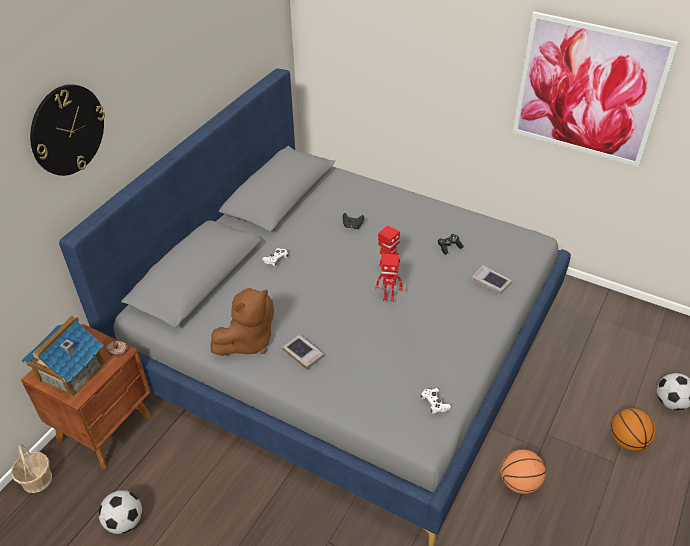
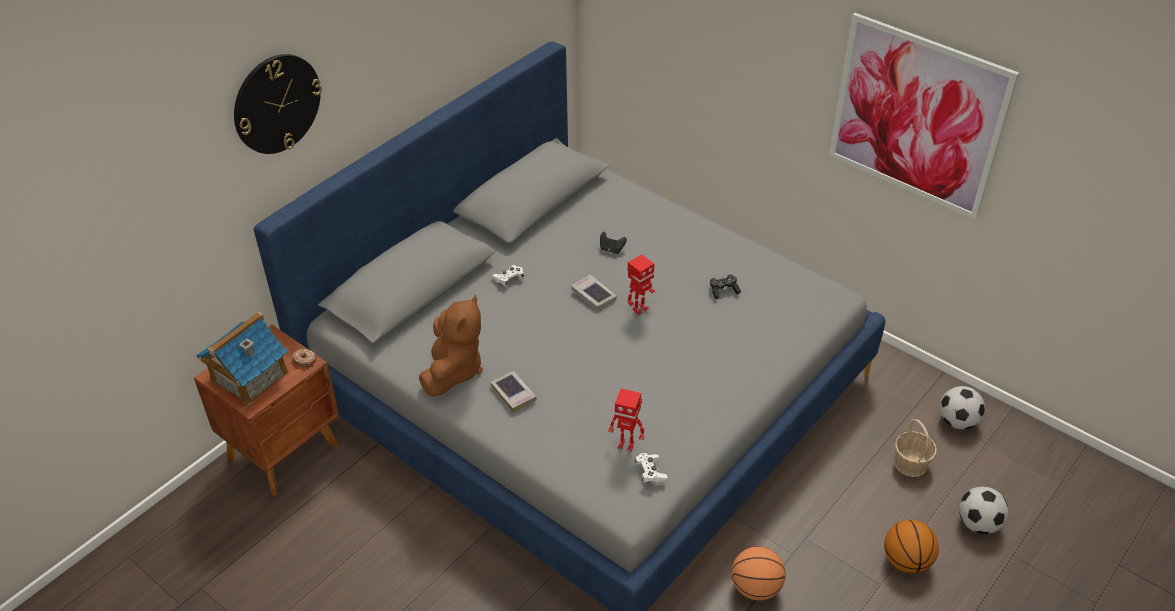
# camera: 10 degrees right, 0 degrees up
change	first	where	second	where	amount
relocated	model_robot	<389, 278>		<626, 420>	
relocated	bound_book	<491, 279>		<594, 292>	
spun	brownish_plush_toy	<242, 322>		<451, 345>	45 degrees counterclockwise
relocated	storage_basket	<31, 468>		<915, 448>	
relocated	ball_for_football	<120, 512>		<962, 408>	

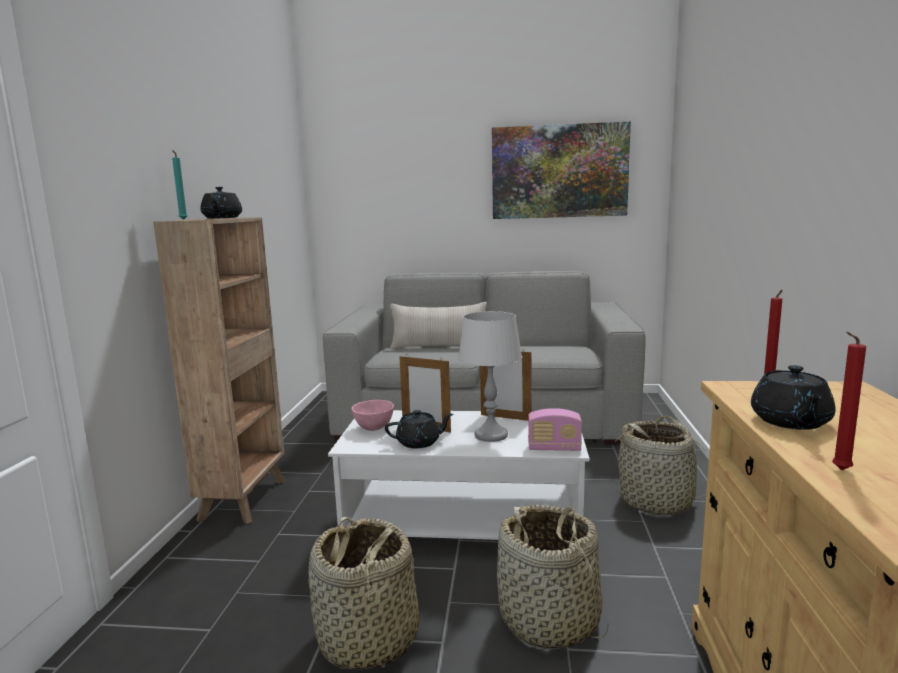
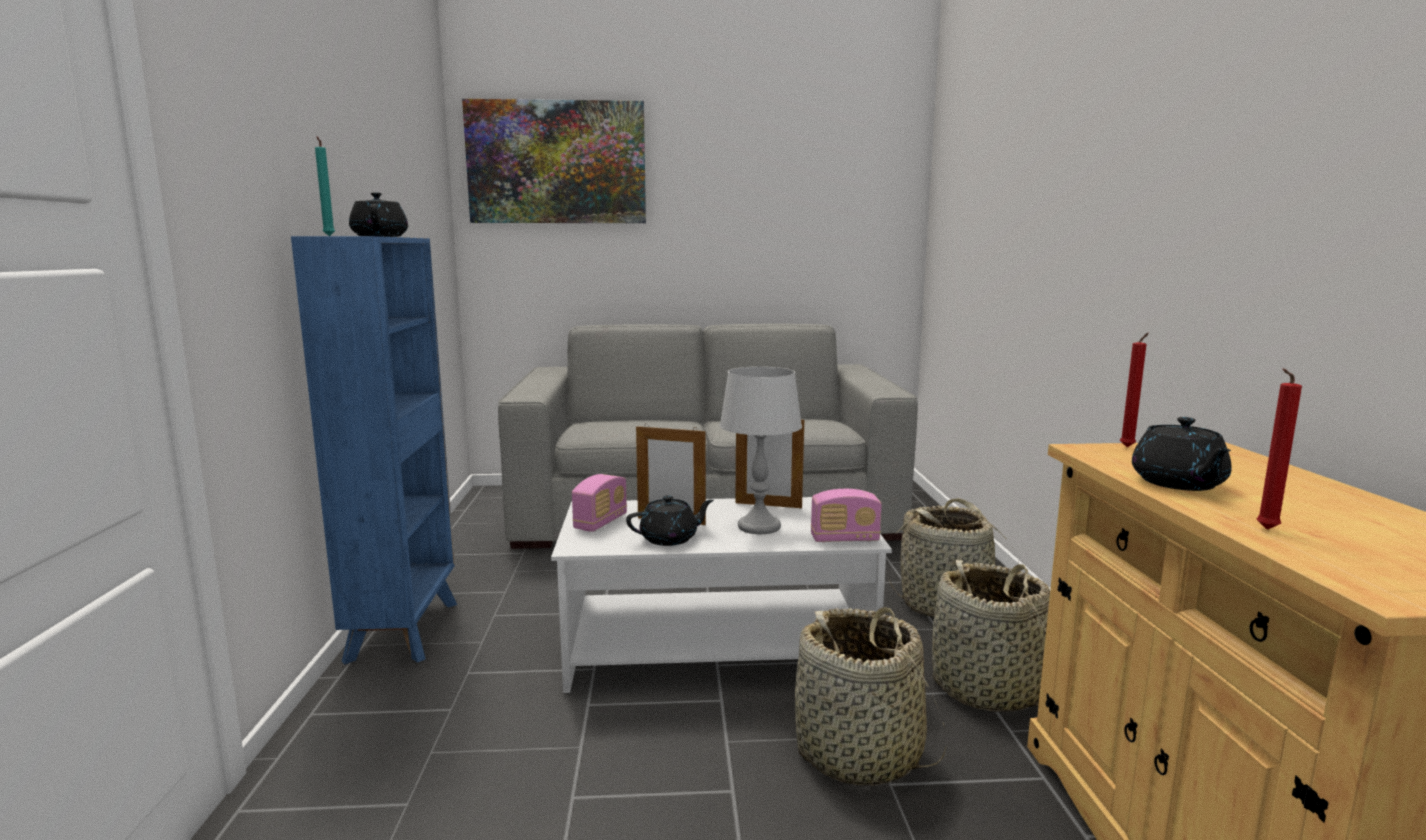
# camera: 10 degrees left, 0 degrees up
change	first	where	second	where	amount
relocated	wall_art	<561, 170>		<554, 161>	
colour	brownish_bookshelf	<219, 370>	bluish_bookshelf	<374, 450>	
missing	beige_throw_pillow	<438, 325>			
exchanged	pink_serving_bowl	<372, 415>	radio_receiver	<599, 503>	
relocated	storage_basket	<364, 593>		<991, 636>	

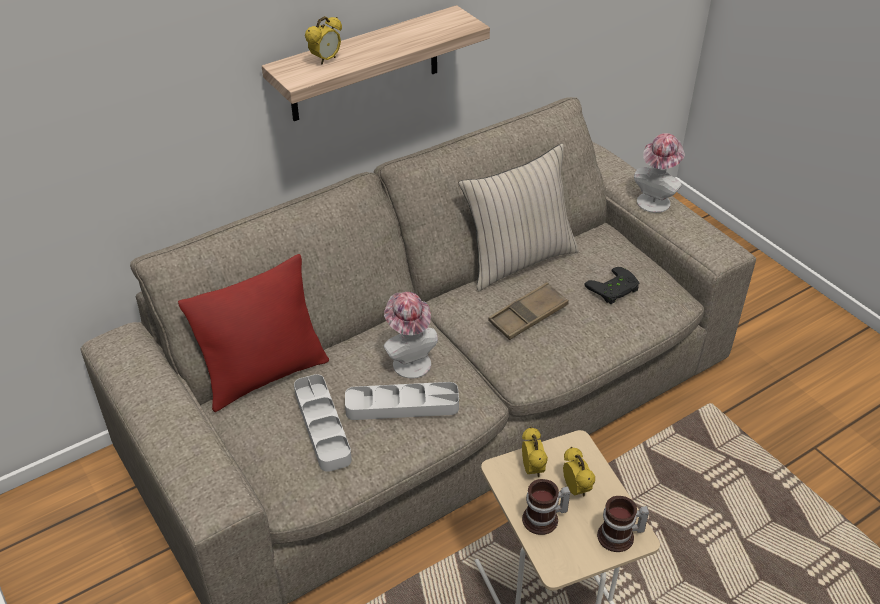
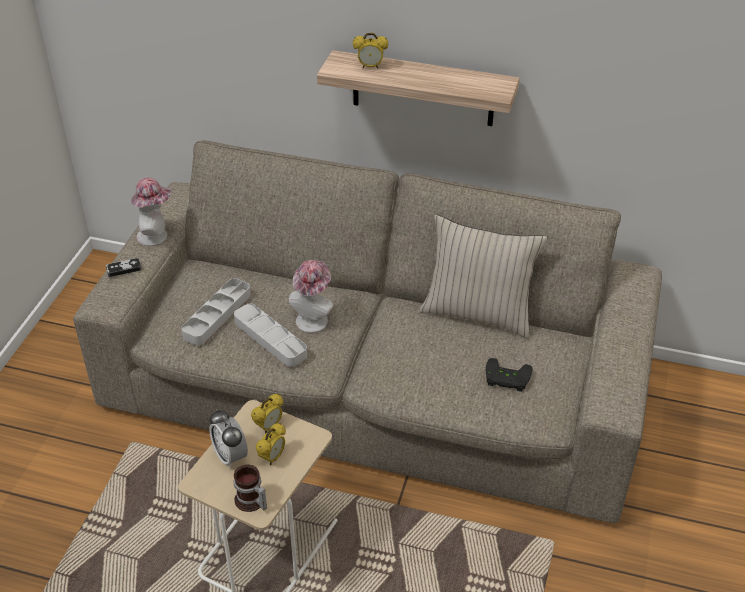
# camera: 50 degrees right, 0 degrees up
change	first	where	second	where	amount
relocated	clothing_hat	<659, 173>		<151, 211>	
missing	red-coloured_throw_pillow	<253, 333>			
missing	brownish_tray	<528, 311>			
exchanged	tea_mug	<546, 507>	bedside_clock	<228, 438>	
appeared			game_controller	<124, 267>	

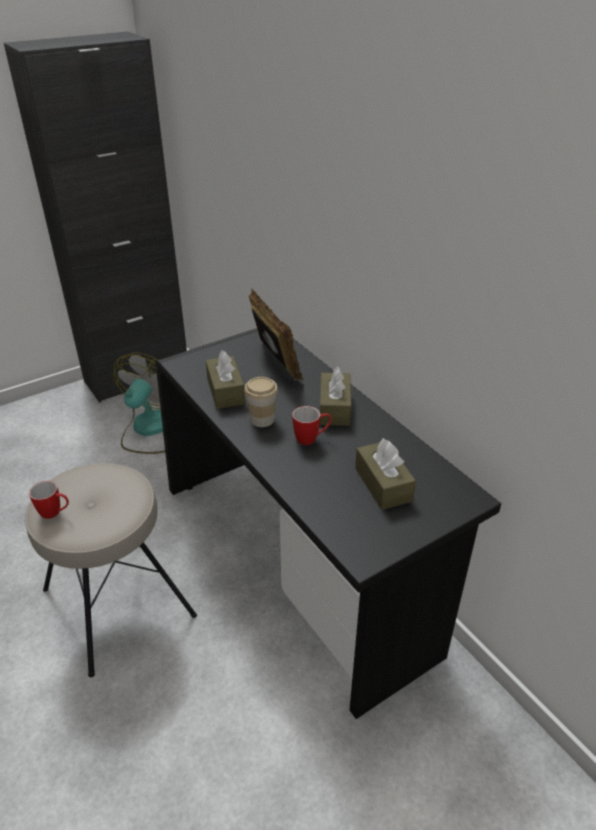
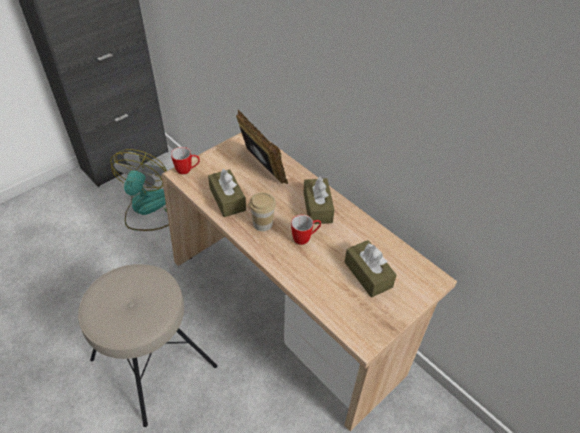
# camera: 10 degrees left, 10 degrees up
change	first	where	second	where	amount
colour	black_desk_table	<328, 523>	beige_desk_table	<309, 282>	
relocated	tea_mug	<49, 500>		<185, 161>	

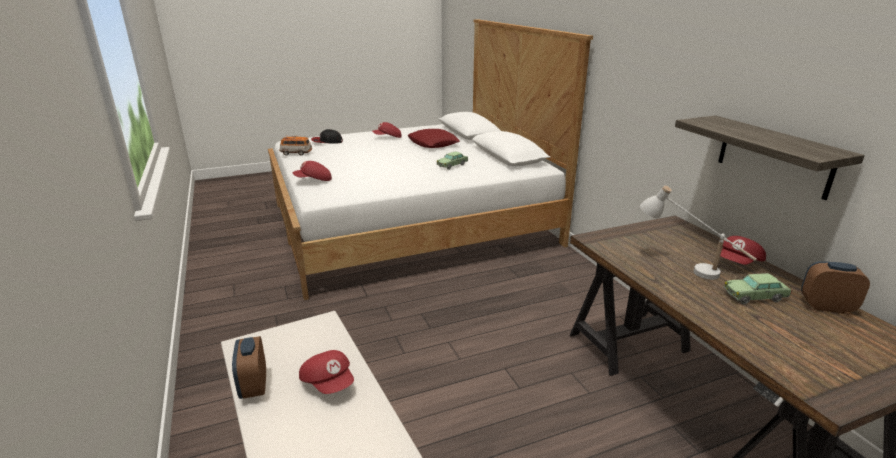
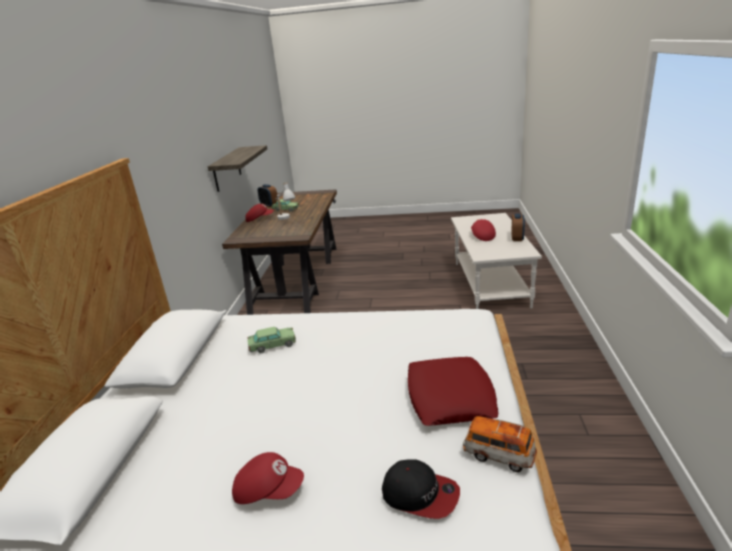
# camera: 150 degrees left, 0 degrees up
change	first	where	second	where	amount
relocated	red-coloured_throw_pillow	<434, 138>		<453, 391>	
missing	red-coloured_cap	<312, 171>			

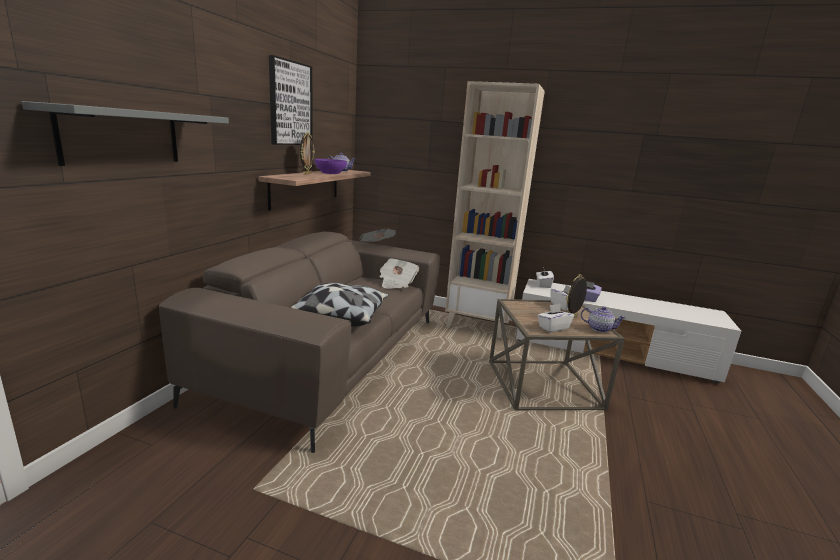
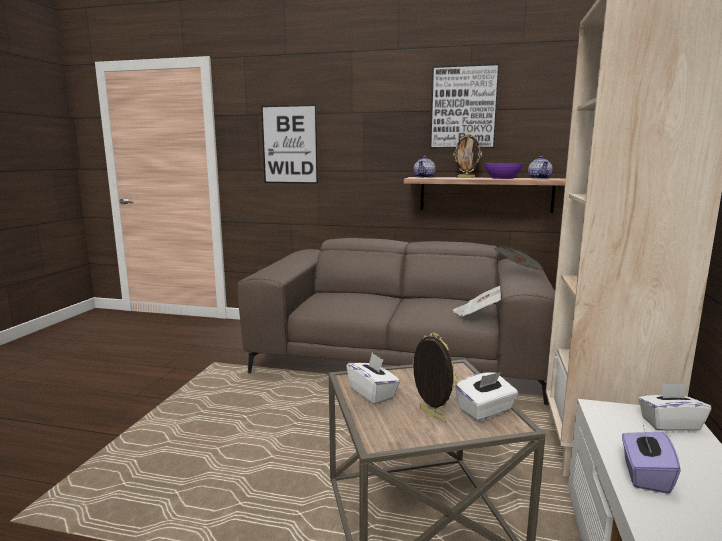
# camera: 85 degrees right, 5 degrees down
change	first	where	second	where	amount
exchanged	greyish_wall_shelf	<125, 133>	wall_art	<289, 144>	
missing	throw_pillow	<339, 304>			
relocated	pot_for_tea	<603, 319>		<425, 167>	

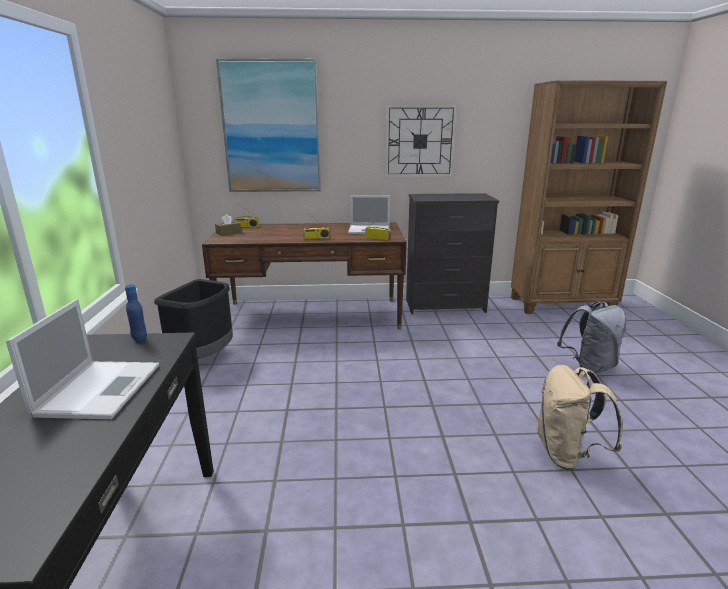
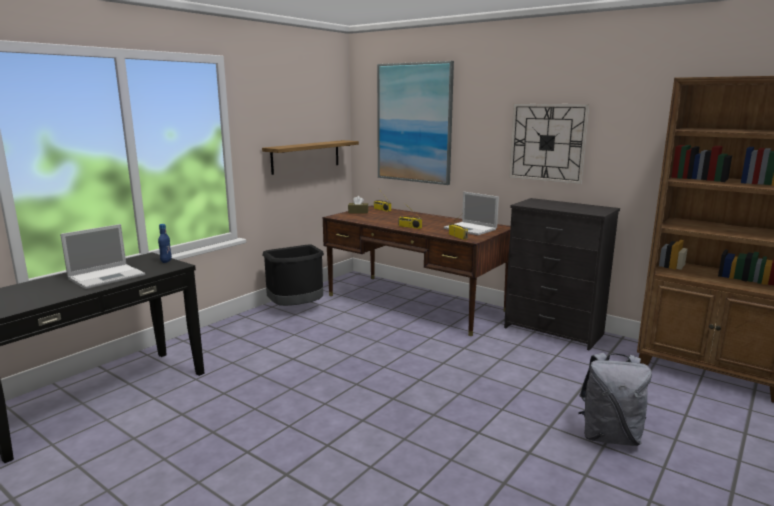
# camera: 40 degrees right, 5 degrees down
change	first	where	second	where	amount
missing	beige_backpack	<579, 417>			
appeared			wall_shelf	<310, 157>	

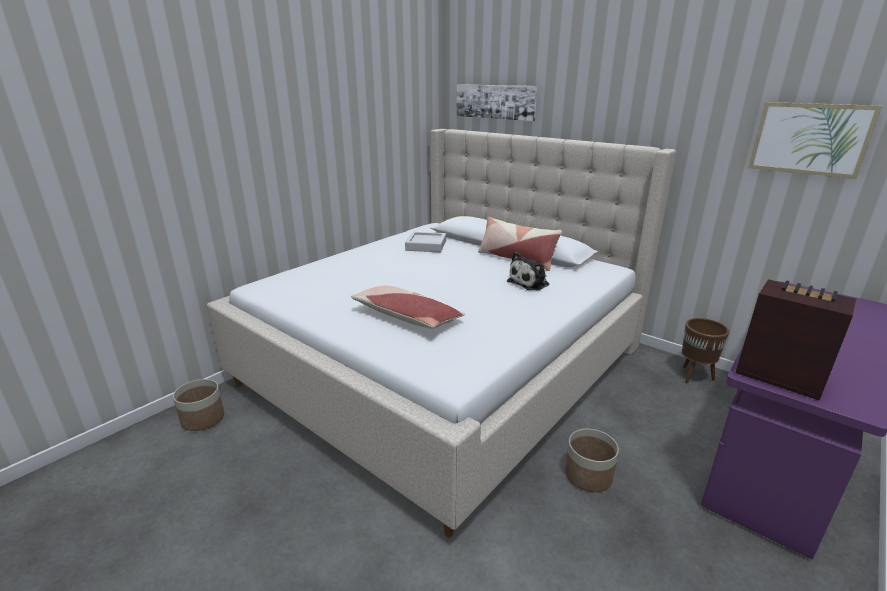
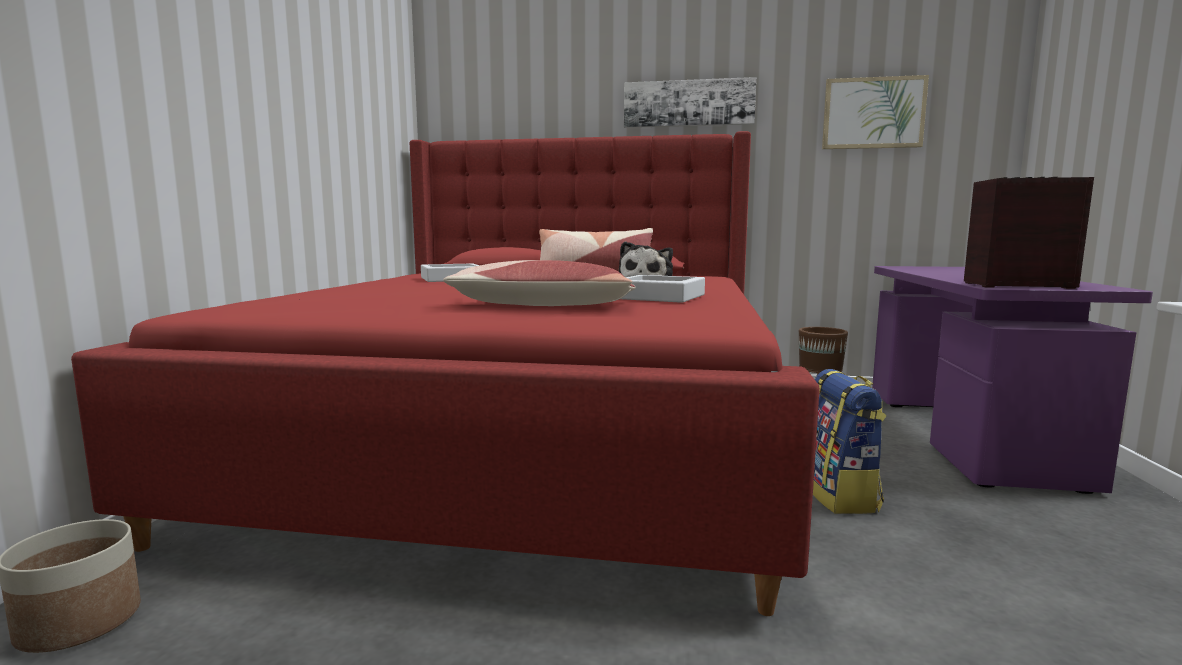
# camera: 30 degrees left, 15 degrees down
change	first	where	second	where	amount
relocated	wall_art	<496, 102>		<690, 102>	
colour	beige_sleeping_bed	<441, 333>	red-coloured_sleeping_bed	<445, 373>	
exchanged	plant_pot	<592, 460>	backpack	<849, 441>	
appeared			greyish_tray	<663, 289>	

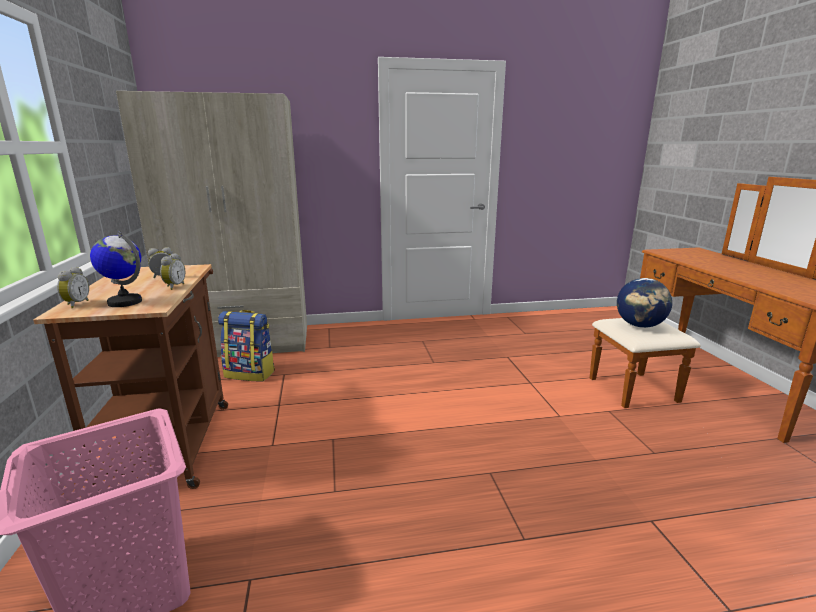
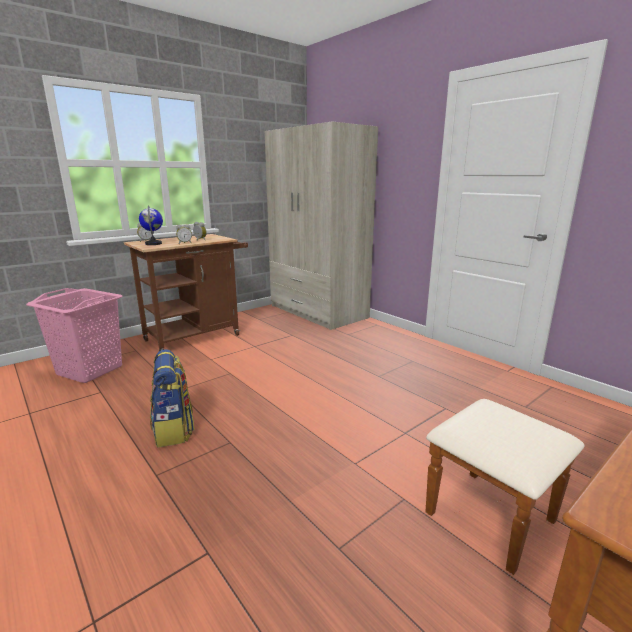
# camera: 60 degrees right, 0 degrees up
change	first	where	second	where	amount
missing	globe	<644, 303>			
relocated	backpack	<246, 345>		<172, 398>	

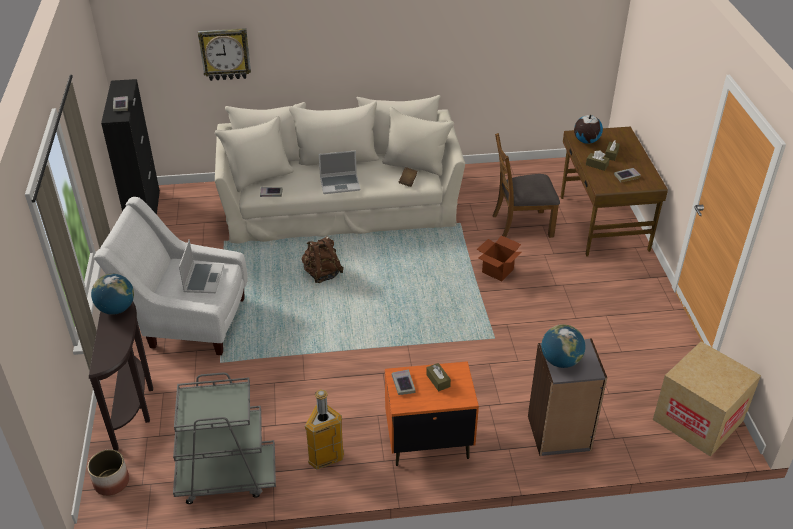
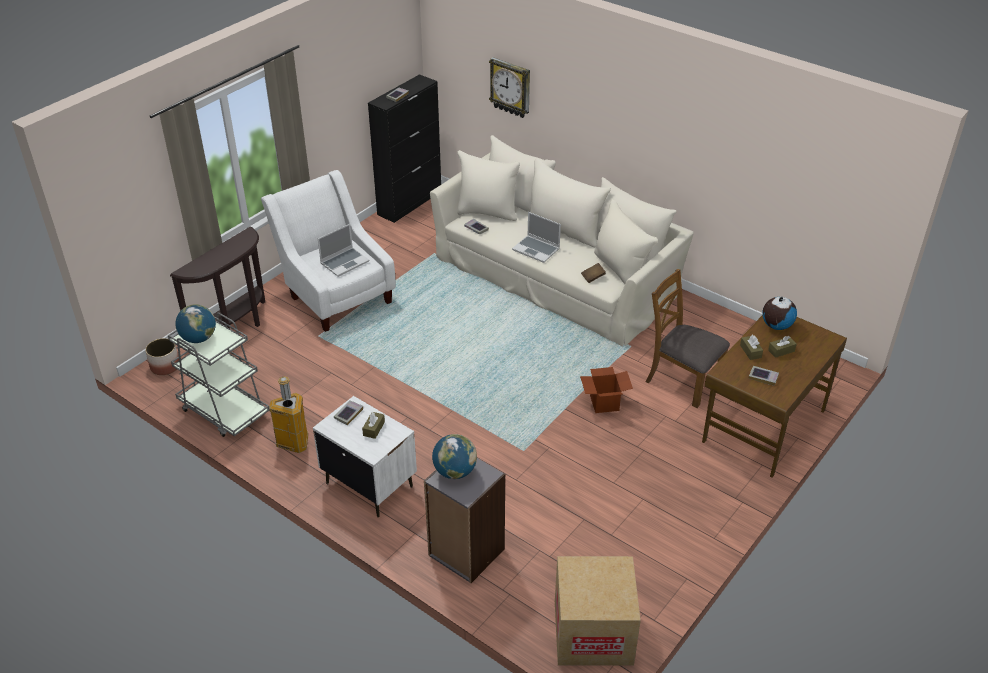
# camera: 45 degrees right, 0 degrees up
change	first	where	second	where	amount
missing	brownish_backpack	<323, 259>			
relocated	globe	<112, 294>		<195, 323>	
colour	orange_bedside_table	<432, 413>	whitish_bedside_table	<365, 456>	

